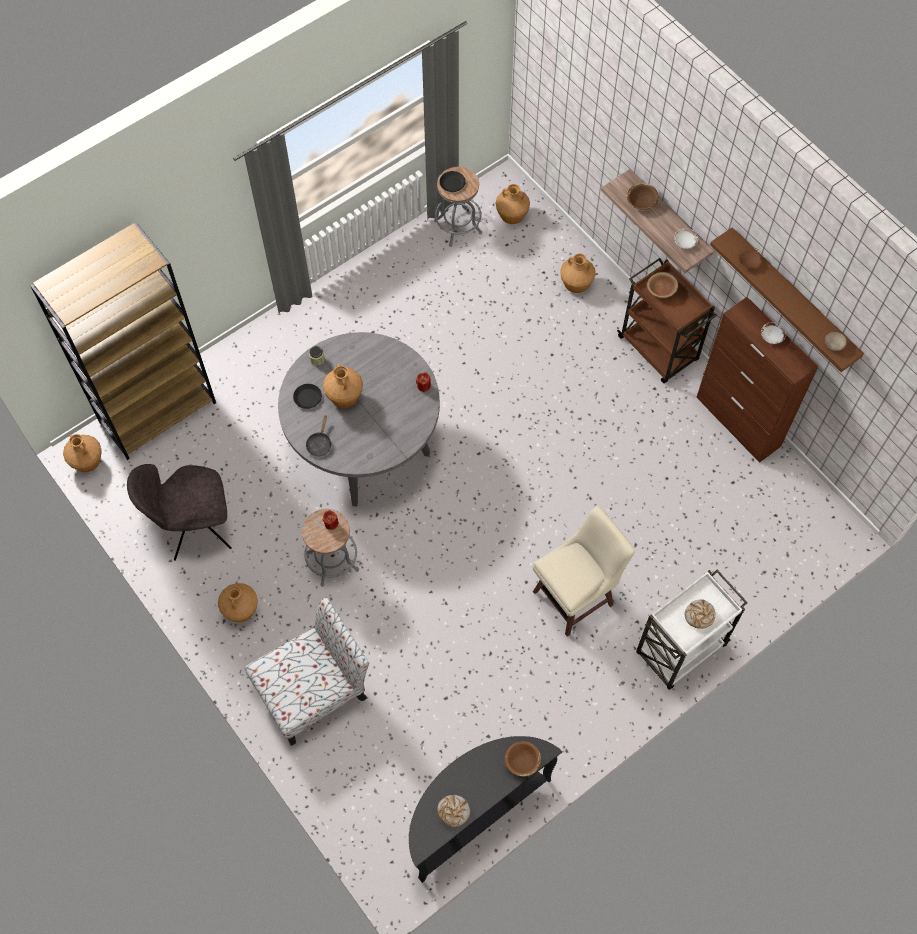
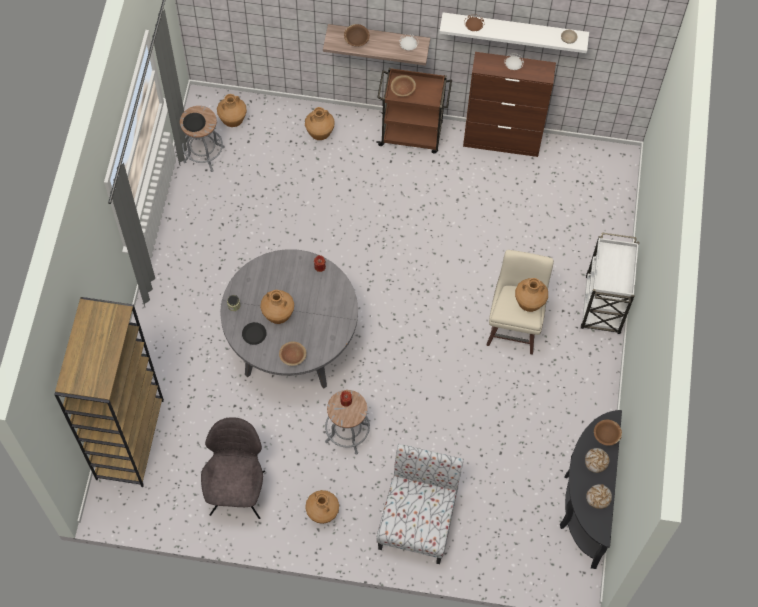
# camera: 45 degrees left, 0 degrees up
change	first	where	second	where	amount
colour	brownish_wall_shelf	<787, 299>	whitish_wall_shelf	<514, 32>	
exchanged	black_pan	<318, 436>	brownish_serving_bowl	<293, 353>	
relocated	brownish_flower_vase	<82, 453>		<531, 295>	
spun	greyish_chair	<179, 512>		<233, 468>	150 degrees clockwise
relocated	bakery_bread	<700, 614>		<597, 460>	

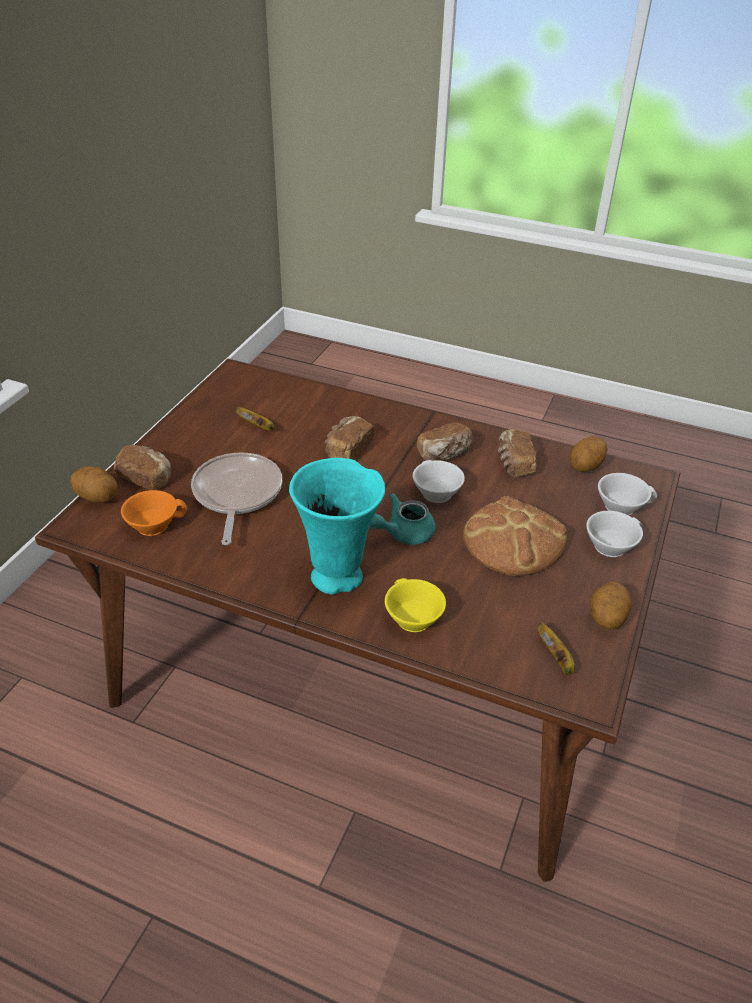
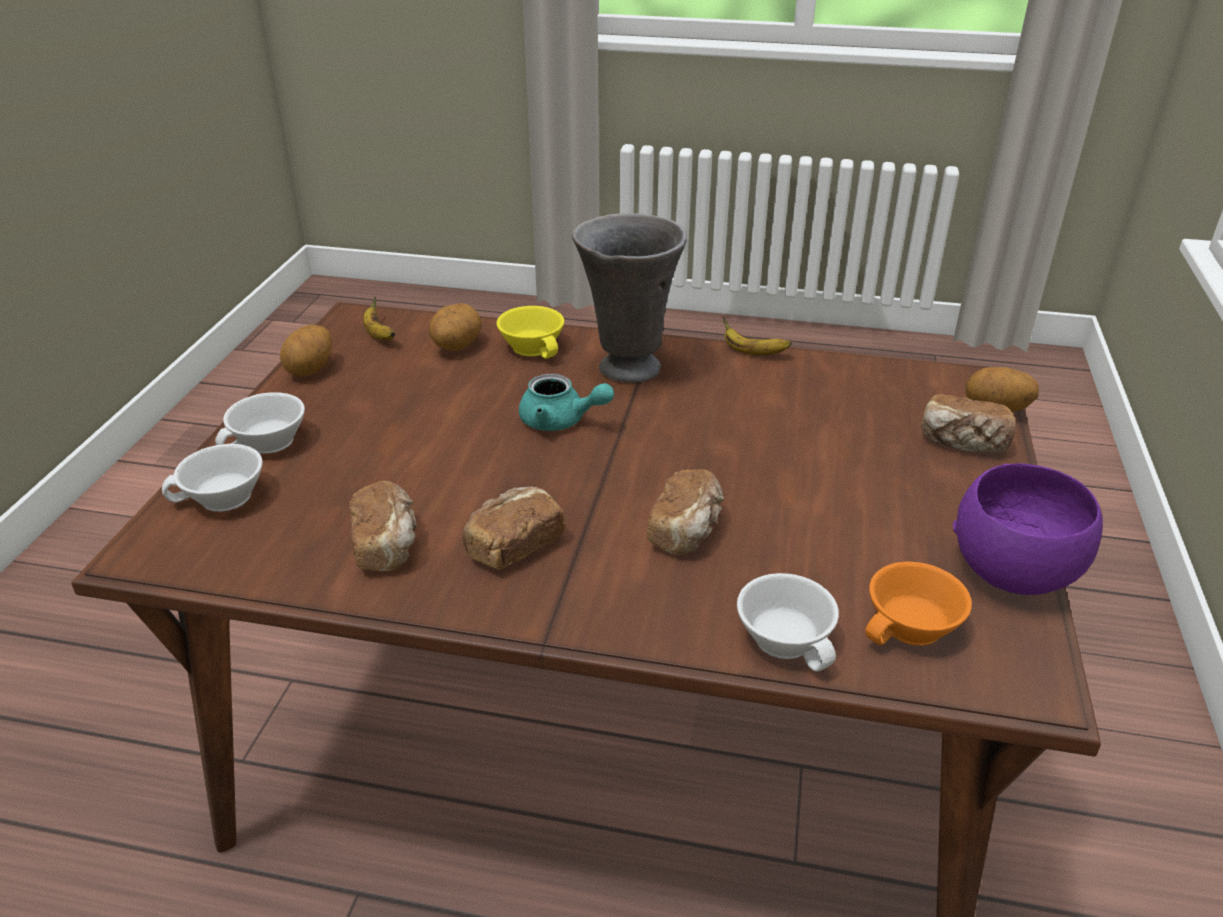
# camera: 170 degrees right, 5 degrees down
change	first	where	second	where	amount
relocated	banana	<255, 419>		<757, 336>	
relocated	whole_potato	<589, 454>		<455, 327>	
missing	pan	<236, 498>			
colour	blue-green_flower_vase	<337, 526>	greyish_flower_vase	<629, 298>	
relocated	whitish_cup	<439, 481>		<788, 622>	
relocated	orange_cup	<154, 513>		<918, 603>	
spun	blue-green_pot_for_tea	<402, 519>		<566, 402>	60 degrees clockwise
missing	bakery_bread	<515, 536>			
appeared			purple_serving_bowl	<1028, 529>	

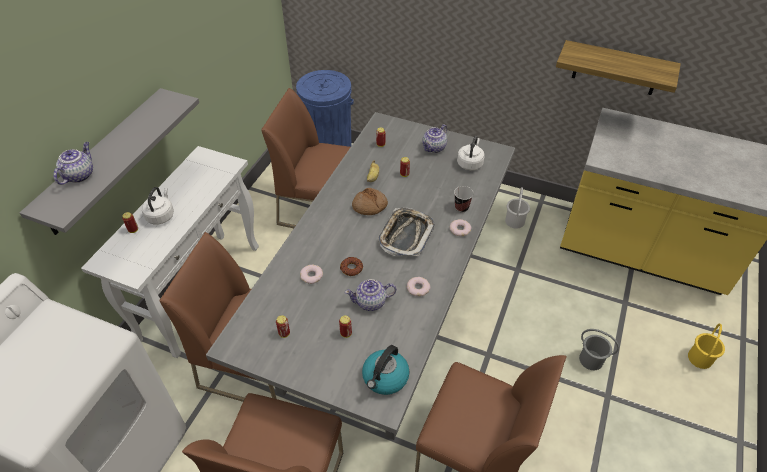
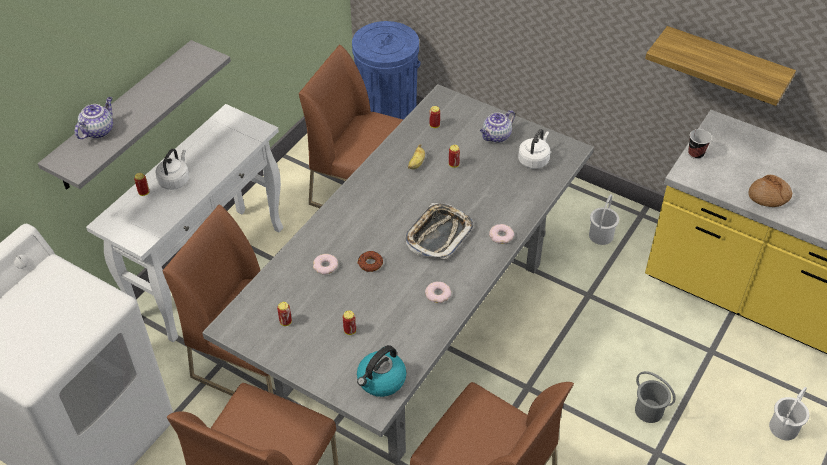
# camera: 10 degrees right, 0 degrees up
change	first	where	second	where	amount
relocated	cup	<464, 199>		<700, 144>	
relocated	bakery_bread	<370, 201>		<770, 191>	
missing	pot_for_tea	<371, 295>			
colour	yellow-coloured_water_bucket	<706, 346>	whitish_water_bucket	<789, 413>	

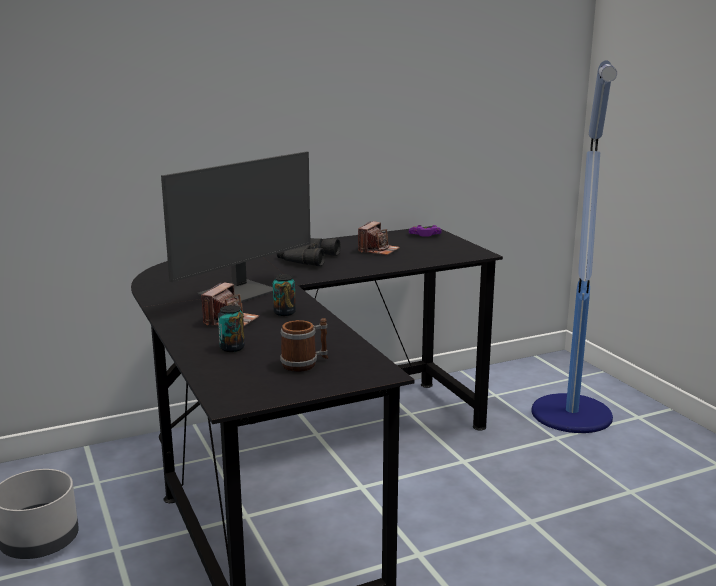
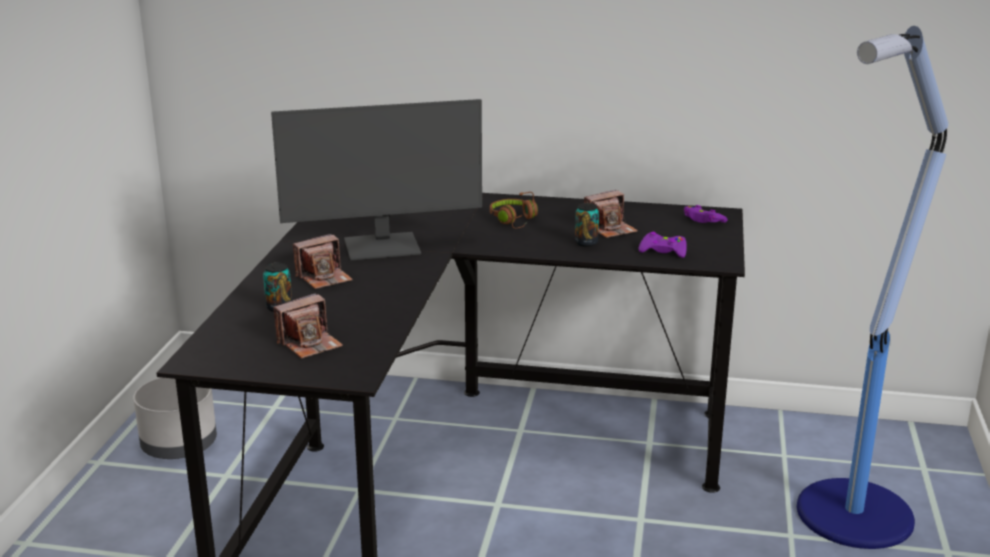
# camera: 35 degrees right, 5 degrees up
change	first	where	second	where	amount
exchanged	black_field_glasses	<309, 252>	brownish_pair_of_headphones	<514, 210>	
relocated	sealed_can	<284, 295>		<587, 225>	
exchanged	tea_mug	<304, 345>	photo_camera	<308, 326>	
appeared			purple_game_controller	<663, 245>	

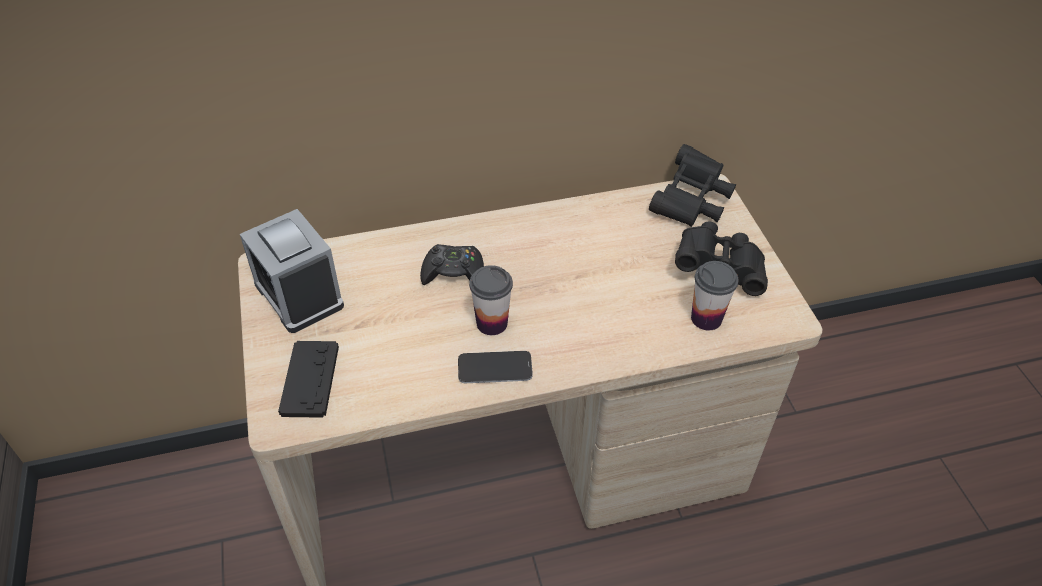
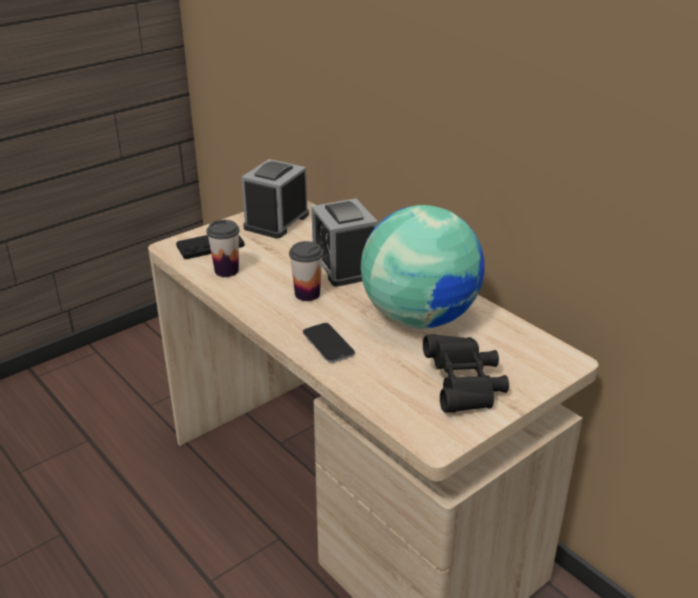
# camera: 65 degrees right, 15 degrees down
change	first	where	second	where	amount
missing	black_field_glasses	<692, 185>			
exchanged	black_game_controller	<452, 264>	bedside_clock	<345, 242>	
relocated	cup	<714, 295>		<223, 248>	
relocated	telephone	<495, 367>		<329, 343>	
appeared			globe	<423, 267>	

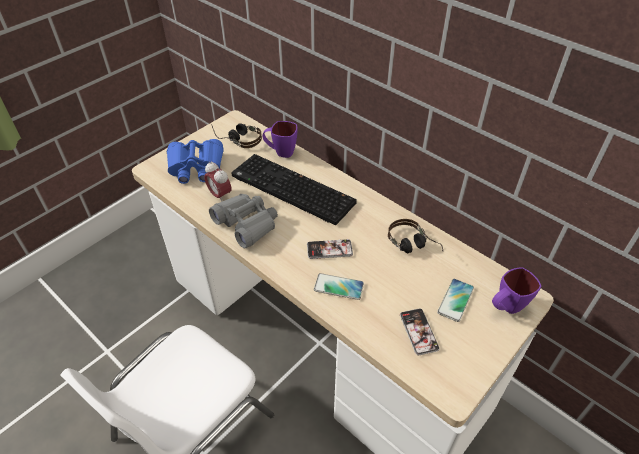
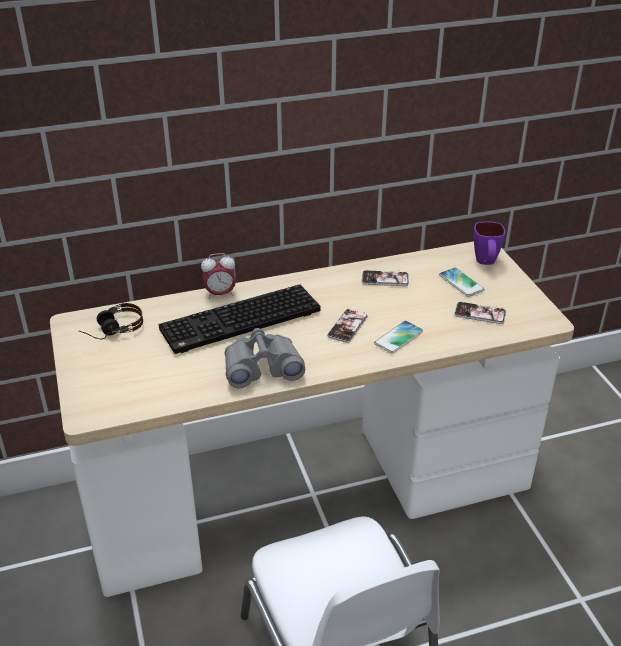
# camera: 60 degrees left, 10 degrees down
change	first	where	second	where	amount
missing	purple_tea_mug	<280, 139>			
missing	bluish_field_glasses	<195, 161>			
relocated	bedside_clock	<217, 181>		<218, 276>	
exchanged	pair_of_headphones	<415, 236>	telephone	<385, 277>	

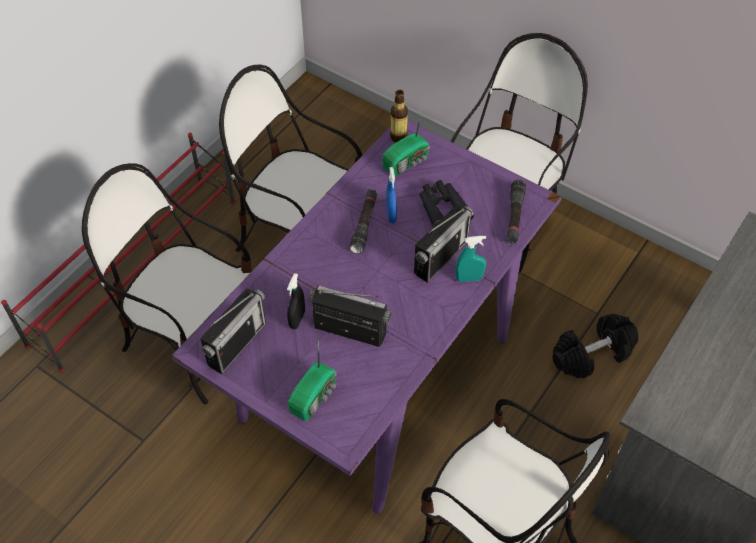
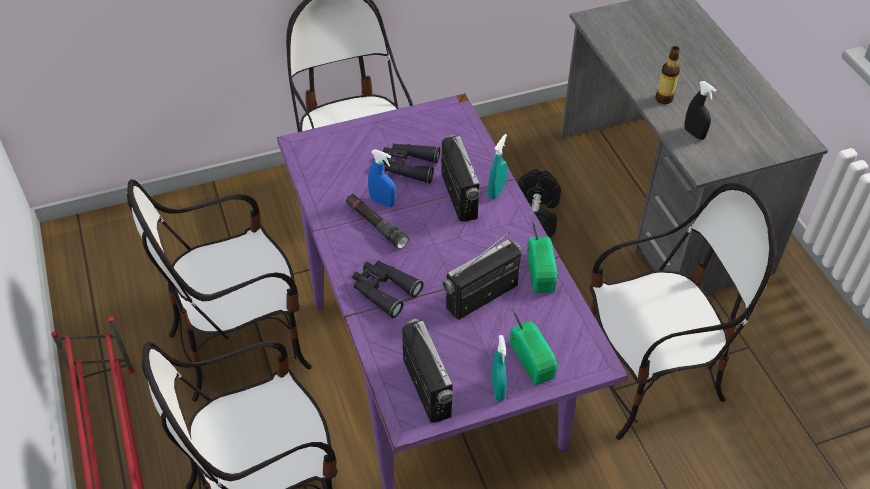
# camera: 55 degrees left, 5 degrees down
change	first	where	second	where	amount
relocated	drink_bottle	<399, 116>		<667, 75>	
relocated	radio_receiver	<406, 144>		<542, 252>	
missing	black_hand_torch	<516, 212>			
relocated	black_sprayer	<296, 301>		<700, 110>	
appeared			black_field_glasses	<388, 289>	
appeared			blue-green_sprayer	<499, 368>	

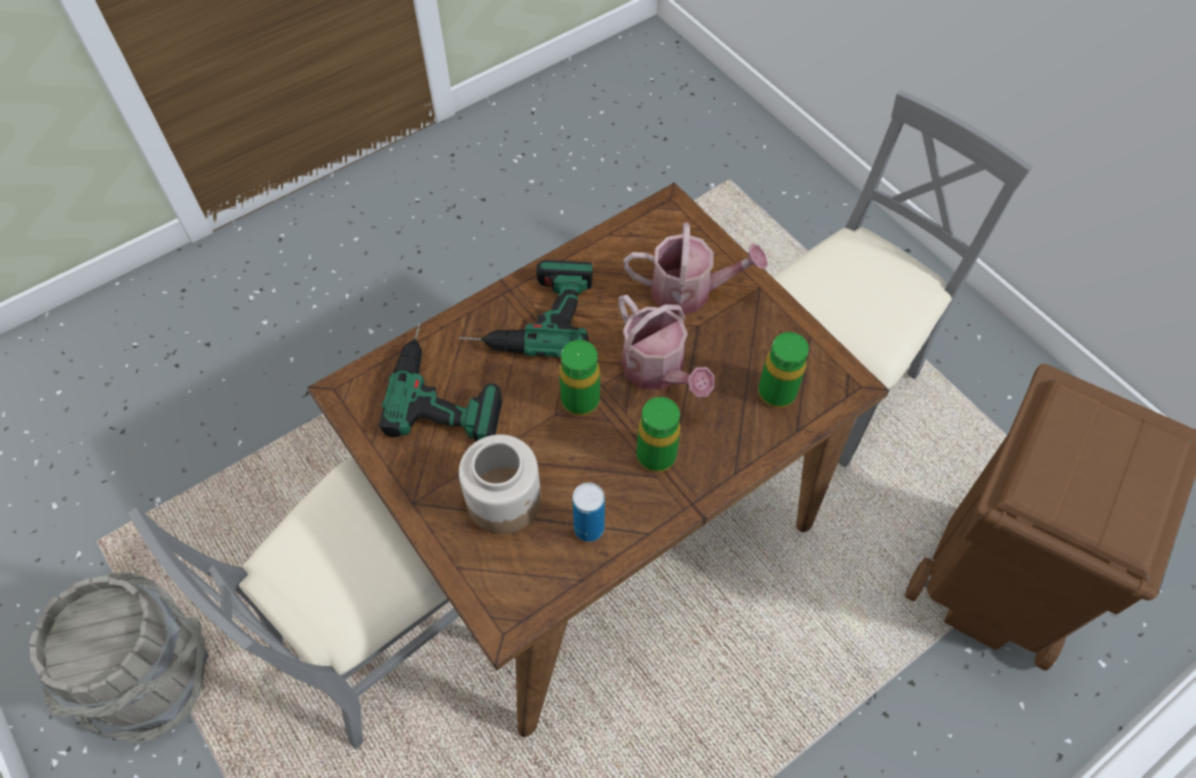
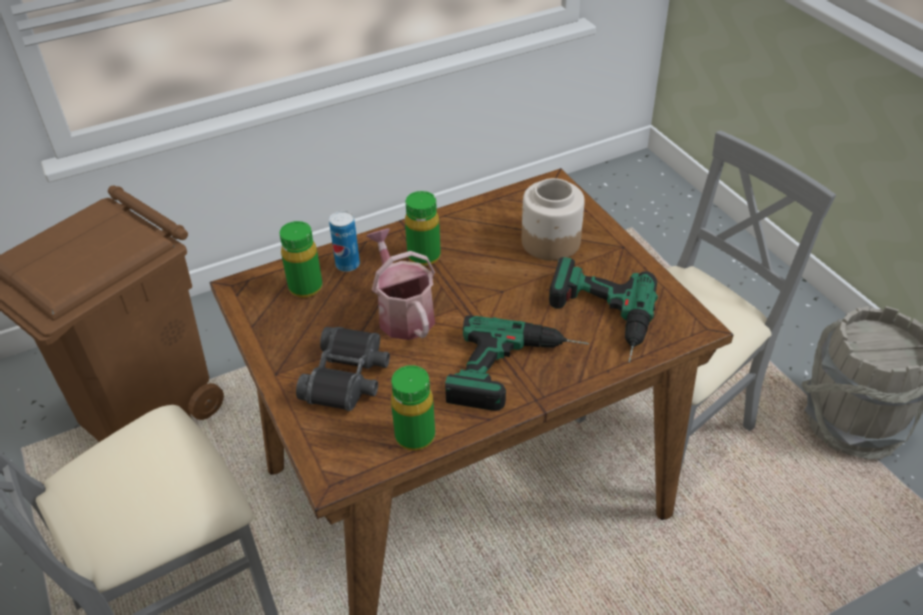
# camera: 170 degrees left, 15 degrees down
change	first	where	second	where	amount
exchanged	watering_can	<696, 268>	black_field_glasses	<343, 369>	
relocated	greenish_drink_bottle	<579, 377>		<413, 408>	
relocated	sealed_can	<588, 512>		<344, 241>	

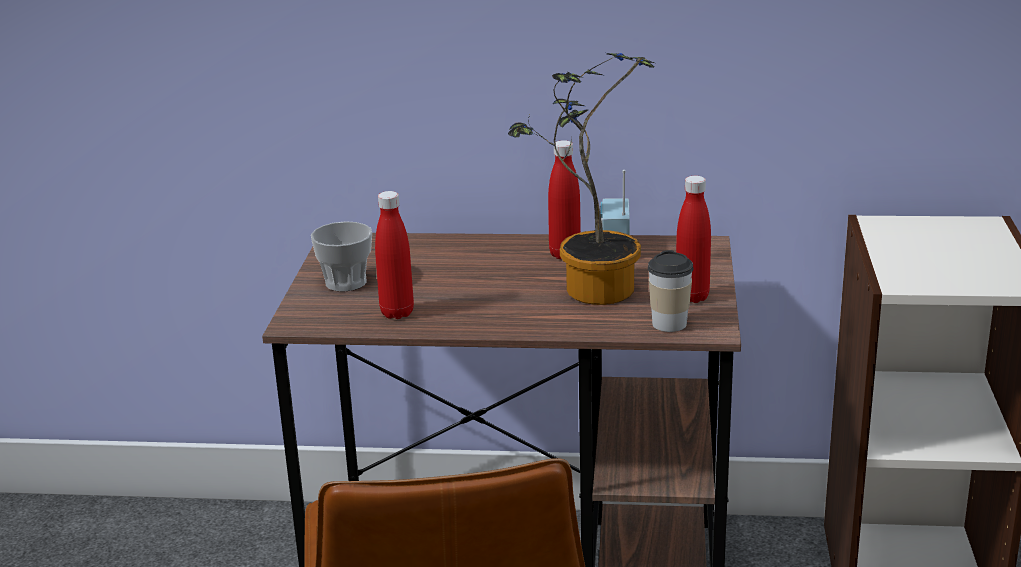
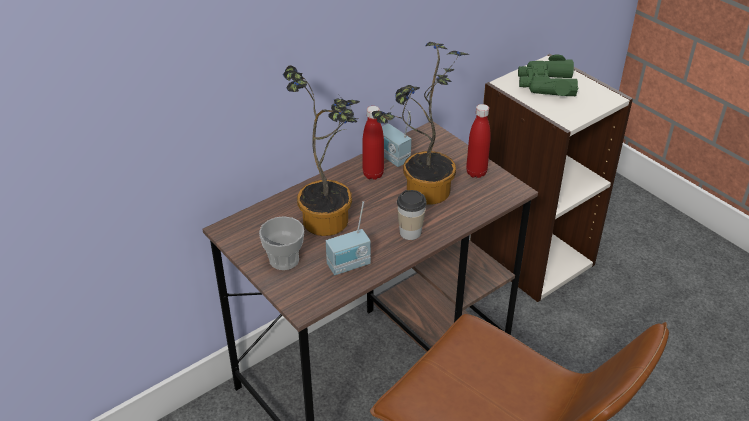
# camera: 45 degrees left, 15 degrees up
change	first	where	second	where	amount
exchanged	red-coloured_drink_bottle	<394, 255>	radio_receiver	<348, 238>	
relocated	cup	<670, 291>		<412, 215>	
appeared			greenish_field_glasses	<548, 75>	
appeared			houseplant	<321, 150>	

